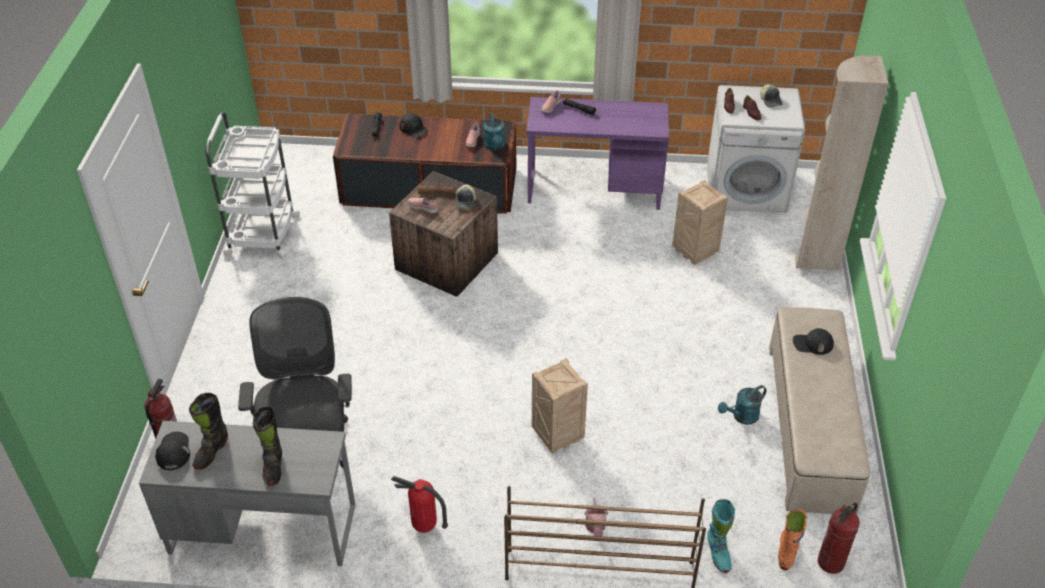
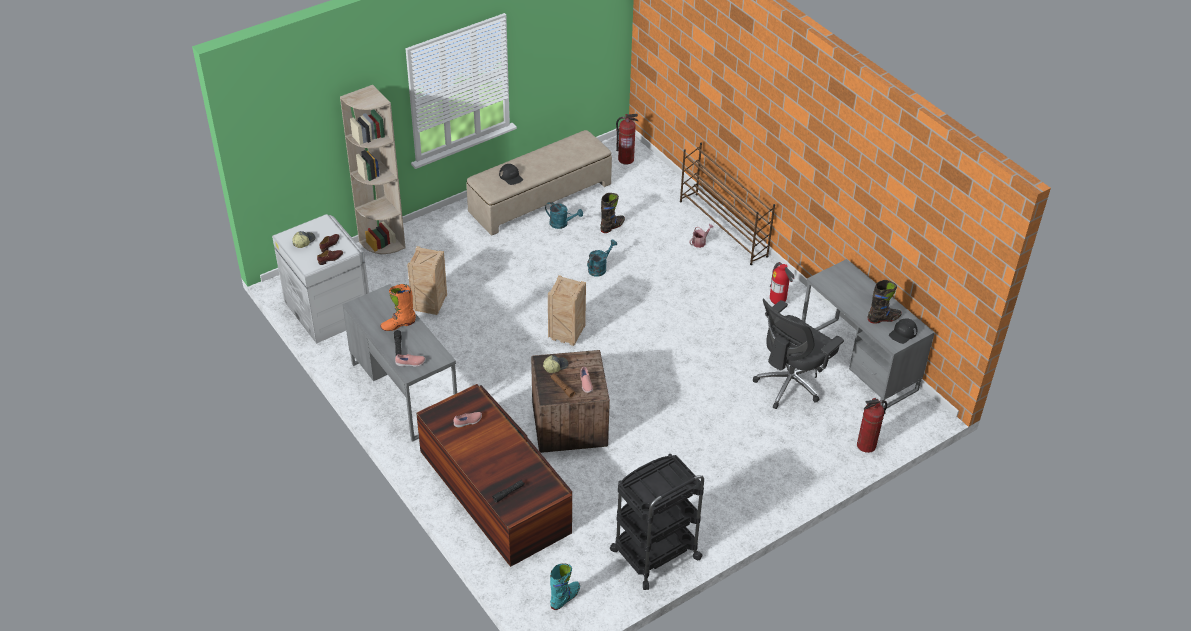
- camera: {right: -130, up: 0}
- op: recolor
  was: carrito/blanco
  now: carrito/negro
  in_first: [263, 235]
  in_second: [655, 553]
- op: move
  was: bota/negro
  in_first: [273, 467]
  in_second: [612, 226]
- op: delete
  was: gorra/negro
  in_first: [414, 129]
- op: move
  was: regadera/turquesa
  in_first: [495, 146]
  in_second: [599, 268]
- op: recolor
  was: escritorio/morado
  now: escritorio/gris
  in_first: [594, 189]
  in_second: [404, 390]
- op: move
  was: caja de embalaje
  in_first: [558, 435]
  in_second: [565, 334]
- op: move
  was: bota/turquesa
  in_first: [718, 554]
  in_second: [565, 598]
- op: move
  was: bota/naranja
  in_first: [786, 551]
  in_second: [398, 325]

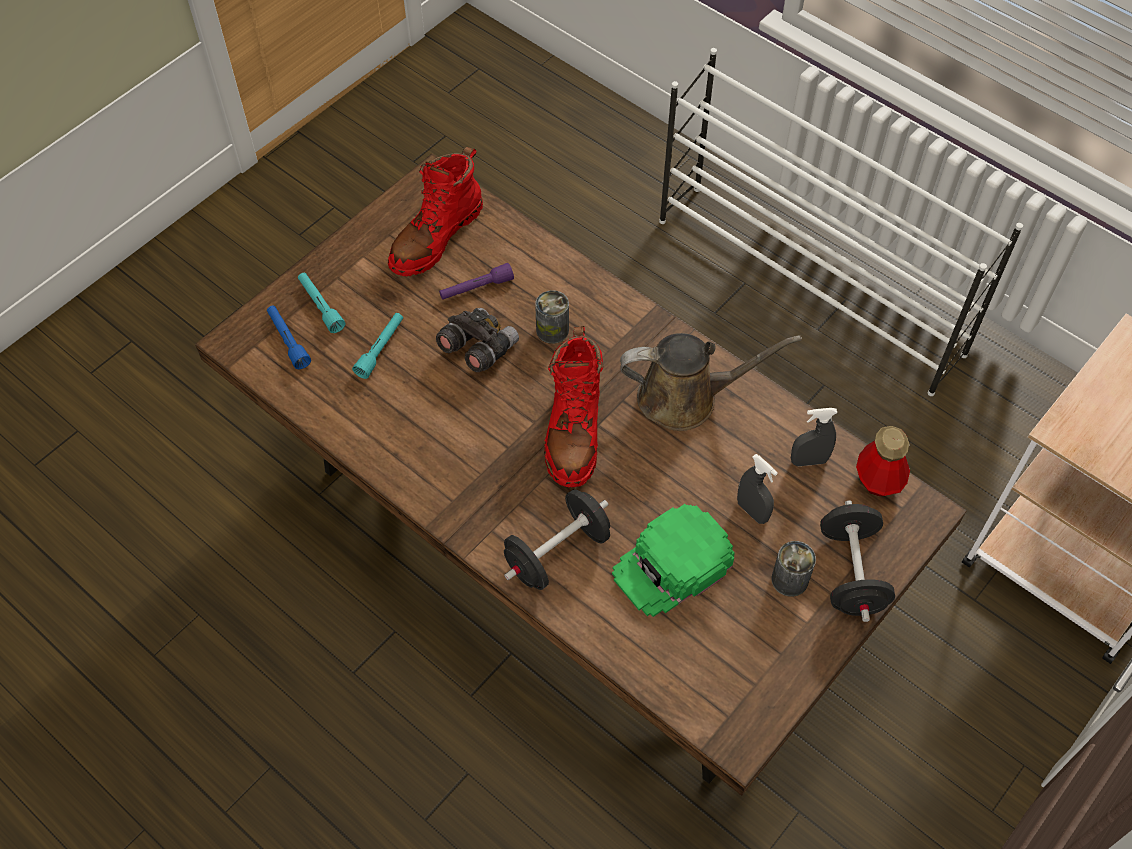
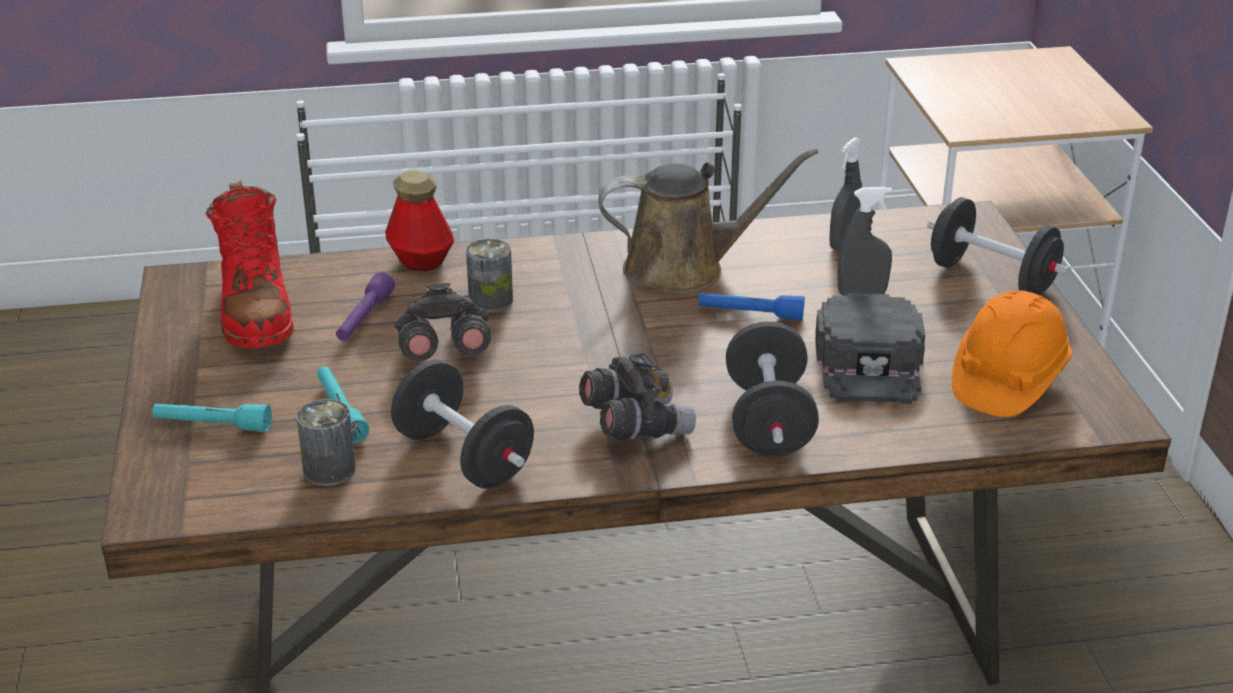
- camera: {right: -50, up: -25}
- op: move
  was: linterna/azul
  in_first: [288, 341]
  in_second: [750, 314]
- op: delete
  was: bota/rojo
  in_first: [574, 430]
- op: recolor
  was: gorra/verde
  now: gorra/negro
  in_first: [672, 566]
  in_second: [870, 363]
- op: rotate
  was: regadera/marrón
  in_first: [685, 398]
  in_second: [684, 269]
  clockwise: 45
- op: move
  was: lata
  in_first: [789, 579]
  in_second: [329, 470]
- op: move
  was: botella
  in_first: [878, 480]
  in_second: [421, 260]
- op: insert
  now: mancuerna/negro
  in_second: [463, 457]
- op: insert
  now: prismáticos/gris
  in_second: [635, 425]
- op: insert
  now: casco/naranja
  in_second: [1007, 380]

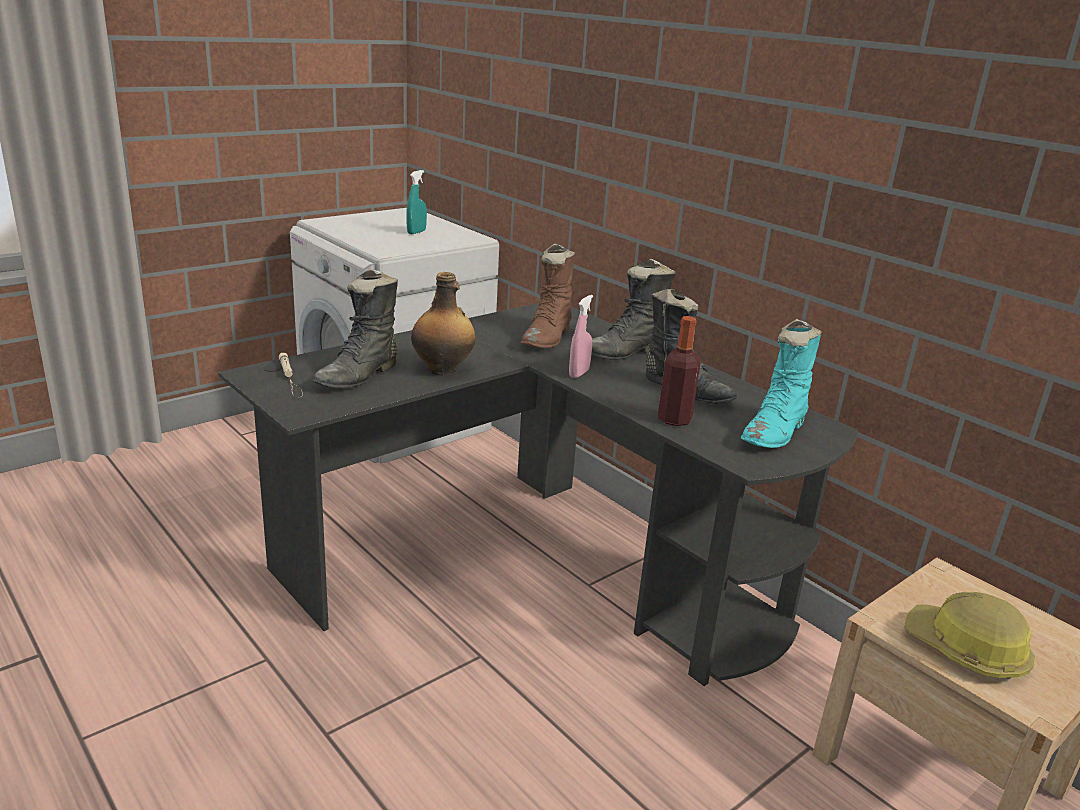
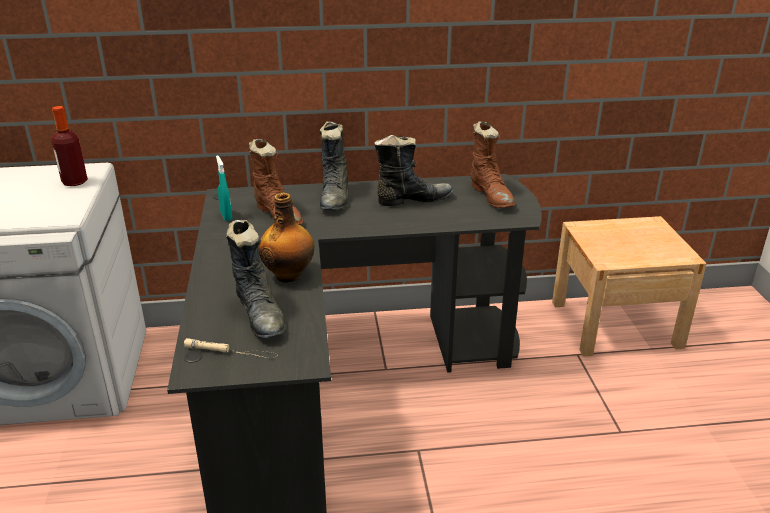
- camera: {right: -55, up: 5}
- op: move
  was: pulverizador/turquesa
  in_first: [416, 232]
  in_second: [226, 216]
- op: delete
  was: pulverizador/rosa
  in_first: [579, 373]
- op: move
  was: botella
  in_first: [674, 419]
  in_second: [74, 182]
- op: recolor
  was: bota/turquesa
  now: bota/marrón
  in_first: [775, 432]
  in_second: [491, 196]
- op: delete
  was: casco
  in_first: [966, 650]

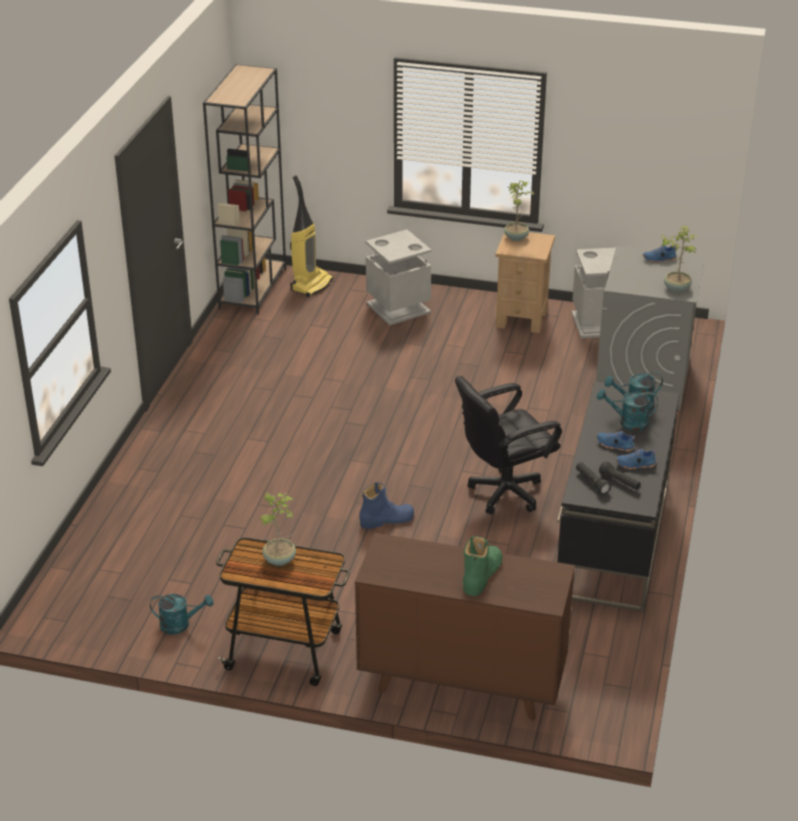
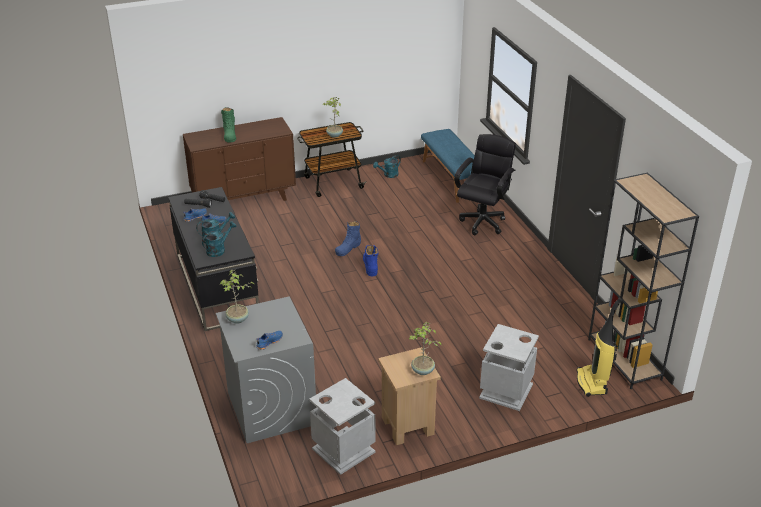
- camera: {right: 145, up: 0}
- op: move
  was: silla de oficina/negro
  in_first: [502, 495]
  in_second: [483, 221]
- op: insert
  now: bota/azul
  in_second: [370, 266]
- op: insert
  now: banco/azul
  in_second: [452, 178]

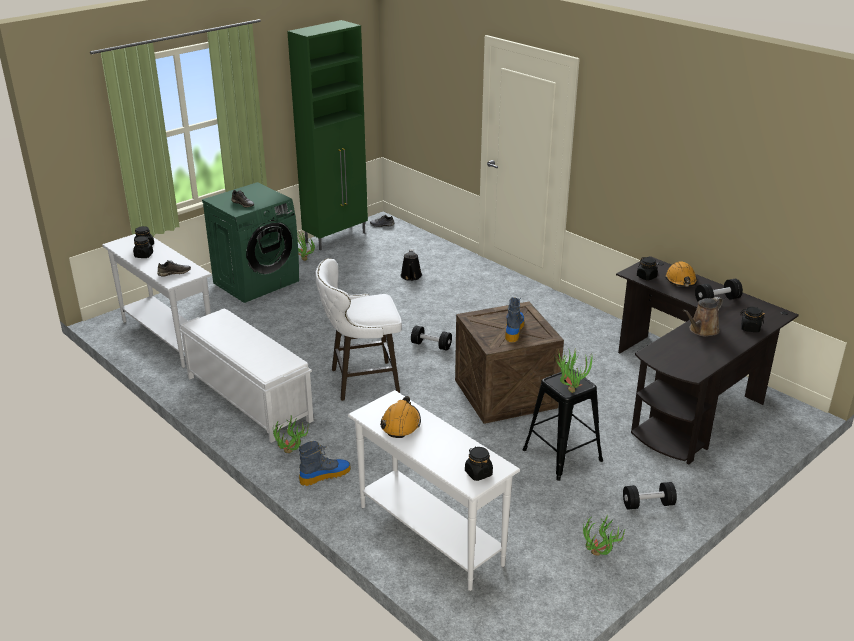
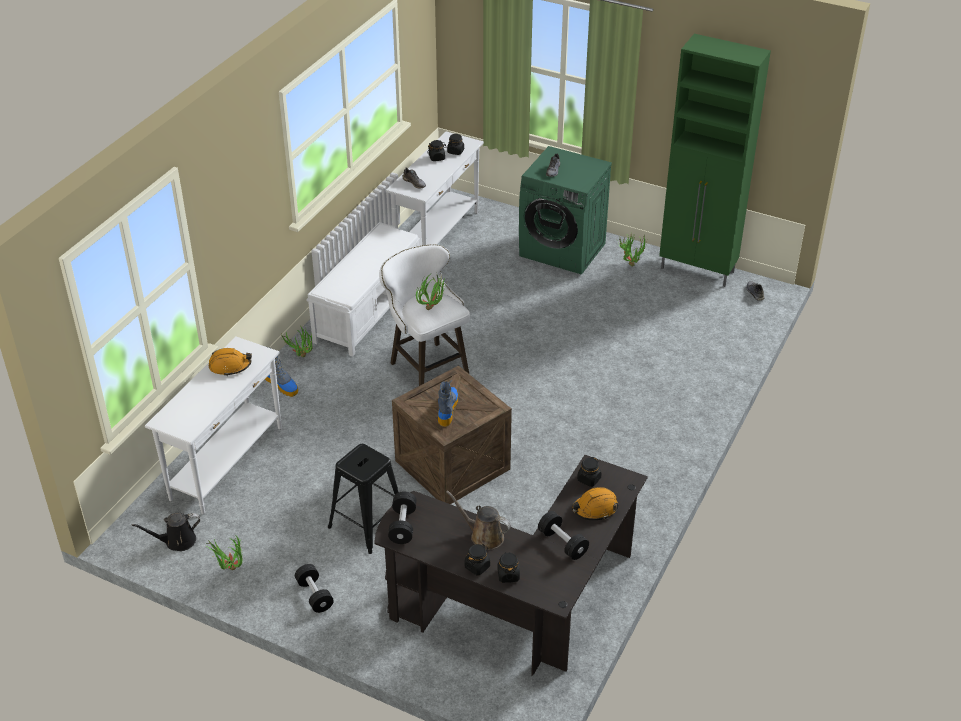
- camera: {right: 70, up: 10}
- op: move
  was: regadera/negro
  in_first: [411, 276]
  in_second: [177, 541]
- op: move
  was: mancuerna/negro
  in_first: [431, 345]
  in_second: [403, 525]
- op: move
  was: tarro/negro
  in_first: [478, 473]
  in_second: [477, 566]
- op: rotate
  was: bota
  in_first: [514, 330]
  in_second: [447, 409]
  clockwise: -75
- op: move
  was: planta en maceta
  in_first: [571, 388]
  in_second: [433, 308]

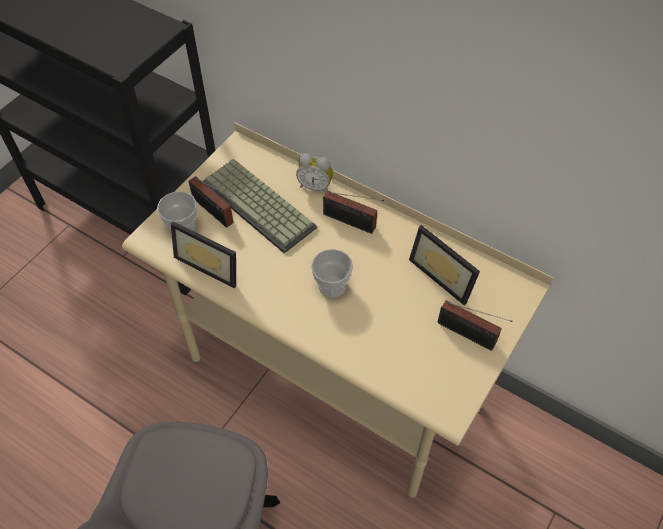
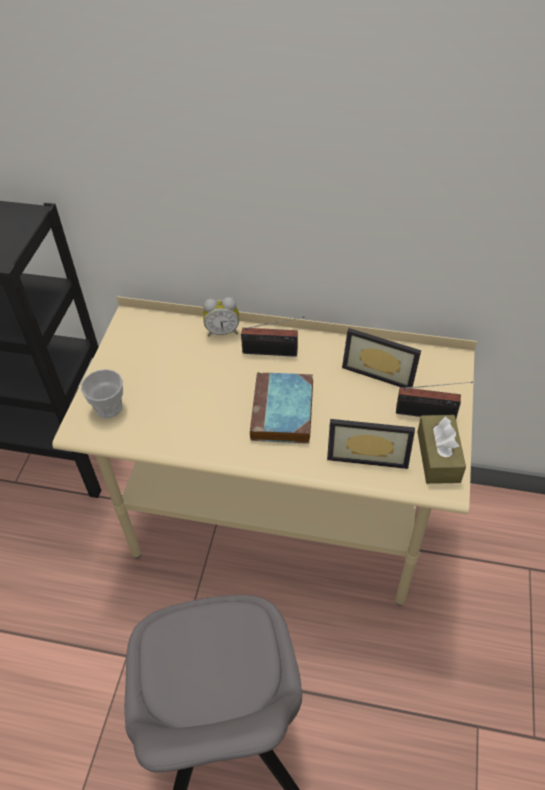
- camera: {right: -20, up: -5}
- op: move
  was: portarretratos
  in_first: [211, 263]
  in_second: [368, 452]
- op: delete
  was: radio
  in_first: [214, 212]
- op: delete
  was: teclado
  in_first: [260, 205]
- op: replace
  was: taza
  now: libro
  in_first: [332, 286]
  in_second: [283, 413]
- op: insert
  now: caja de pañuelos/marrón
  in_second: [438, 456]

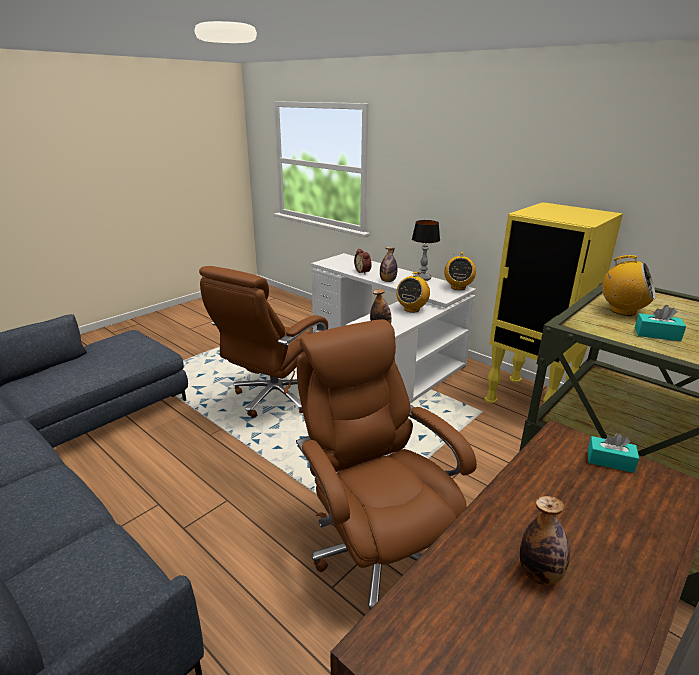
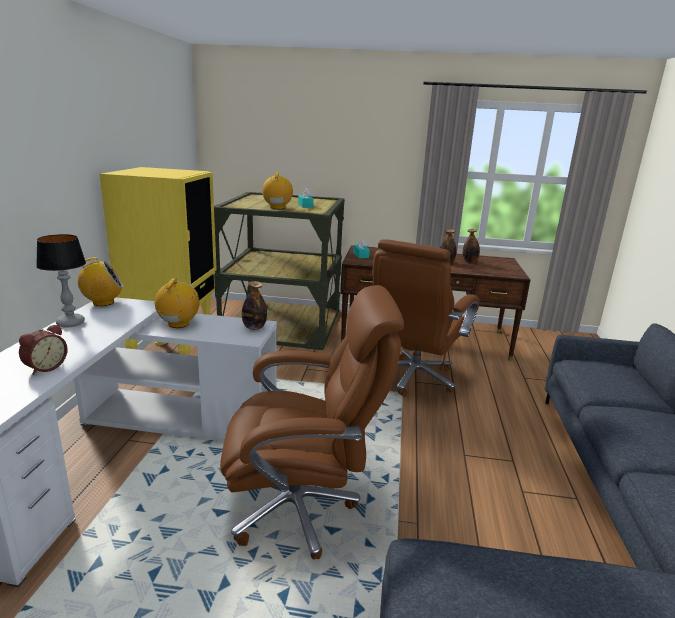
- camera: {right: -125, up: -5}
- op: move
  was: botella
  in_first: [387, 281]
  in_second: [469, 261]
- op: rotate
  was: radio
  in_first: [411, 309]
  in_second: [178, 324]
  clockwise: -75

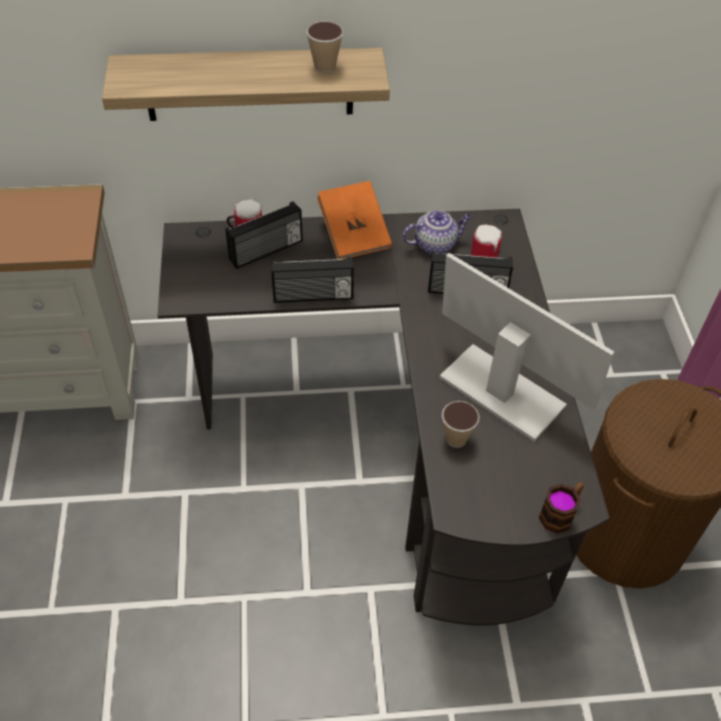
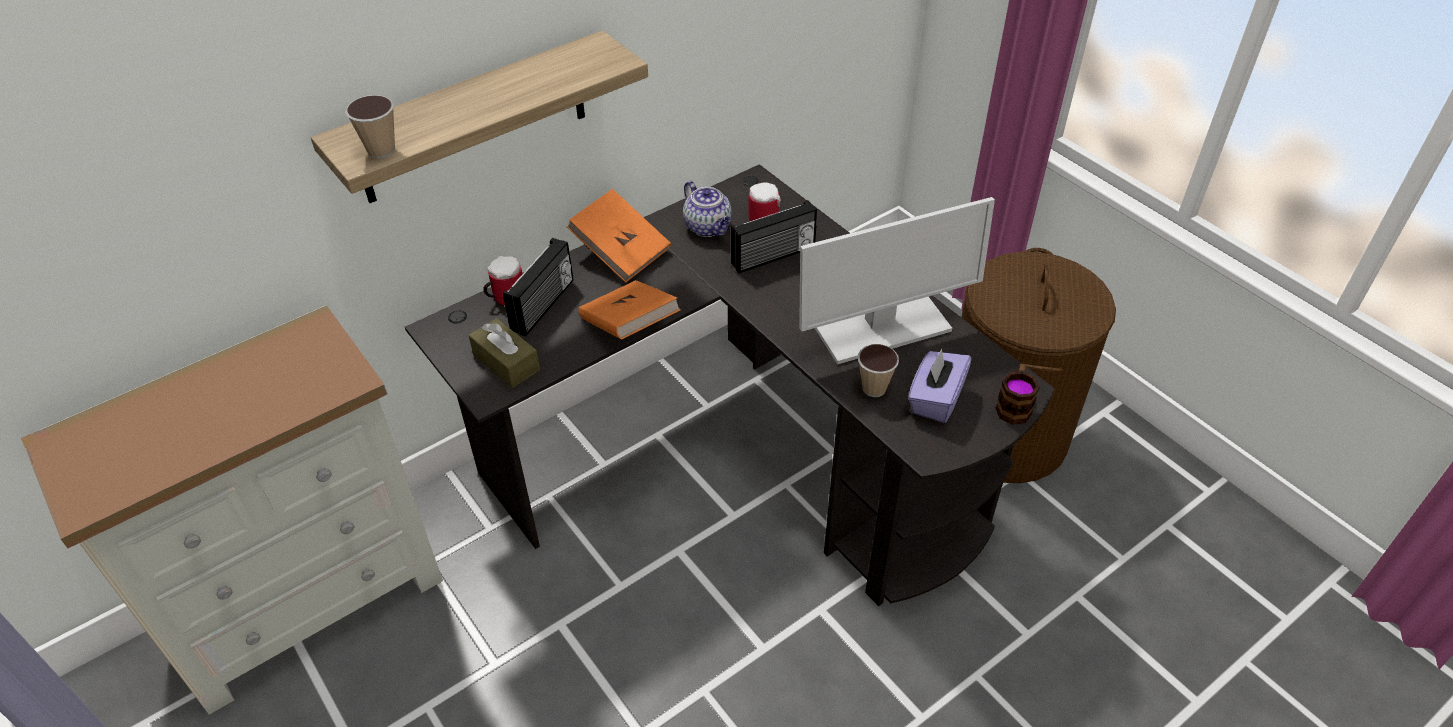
- camera: {right: -30, up: -5}
- op: replace
  was: radio
  now: libro/naranja
  in_first: [313, 296]
  in_second: [629, 326]
- op: move
  was: taza
  in_first: [325, 66]
  in_second: [381, 150]
- op: rotate
  was: tetera
  in_first: [435, 244]
  in_second: [708, 227]
  clockwise: 105
- op: rotate
  was: monitor
  in_first: [503, 392]
  in_second: [880, 328]
  clockwise: 150
- op: insert
  now: caja de pañuelos/marrón
  in_second: [506, 362]
- op: insert
  now: caja de pañuelos/morado
  in_second: [935, 399]

